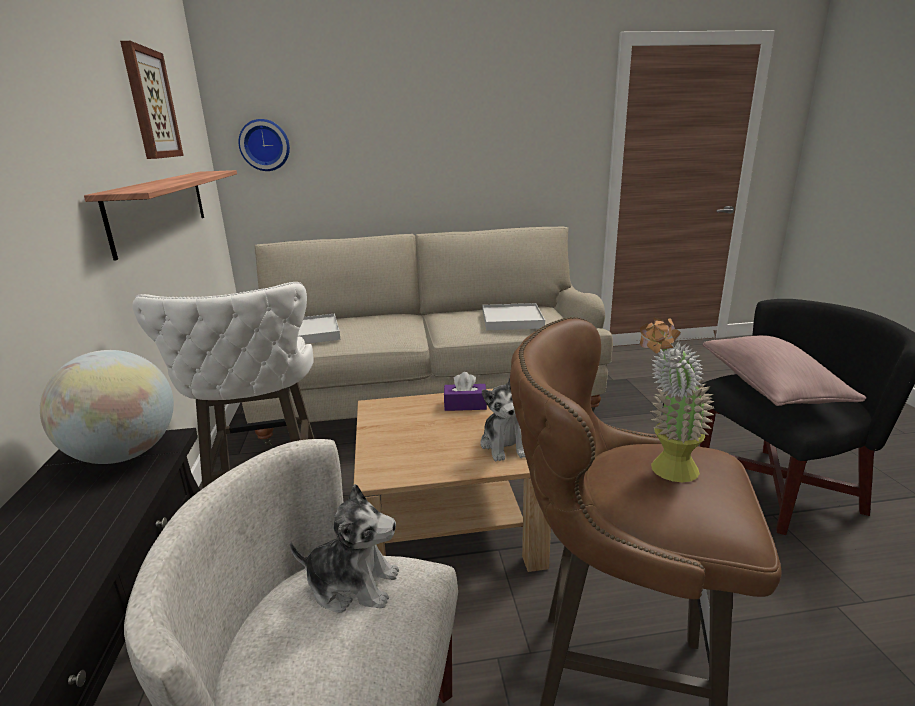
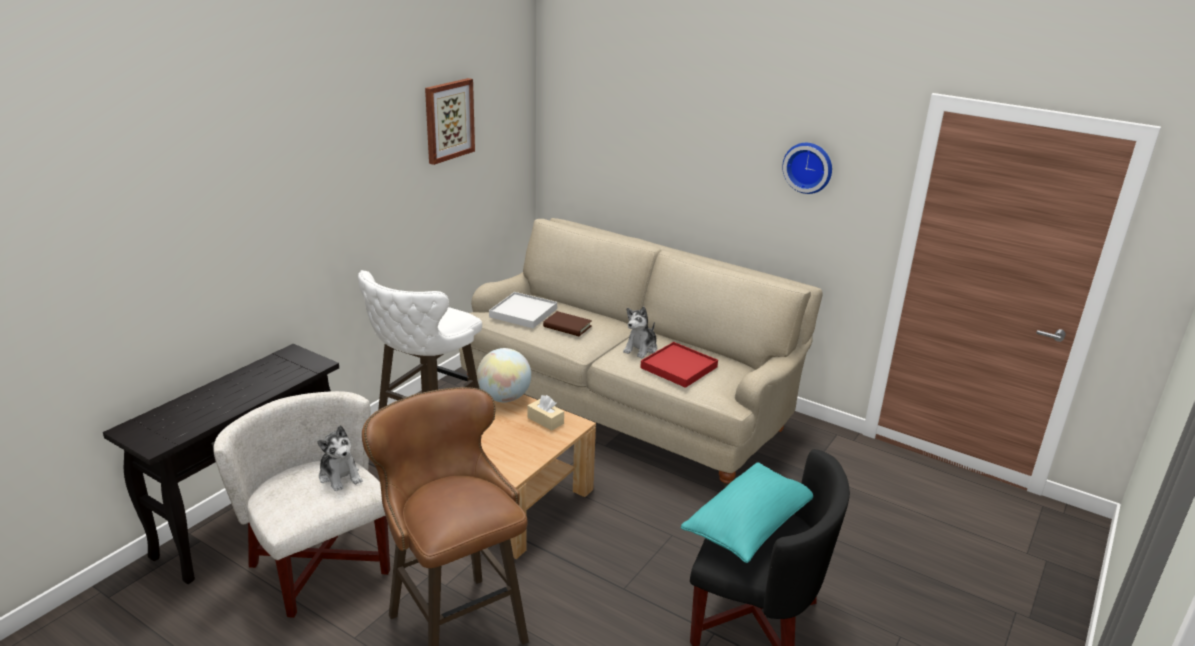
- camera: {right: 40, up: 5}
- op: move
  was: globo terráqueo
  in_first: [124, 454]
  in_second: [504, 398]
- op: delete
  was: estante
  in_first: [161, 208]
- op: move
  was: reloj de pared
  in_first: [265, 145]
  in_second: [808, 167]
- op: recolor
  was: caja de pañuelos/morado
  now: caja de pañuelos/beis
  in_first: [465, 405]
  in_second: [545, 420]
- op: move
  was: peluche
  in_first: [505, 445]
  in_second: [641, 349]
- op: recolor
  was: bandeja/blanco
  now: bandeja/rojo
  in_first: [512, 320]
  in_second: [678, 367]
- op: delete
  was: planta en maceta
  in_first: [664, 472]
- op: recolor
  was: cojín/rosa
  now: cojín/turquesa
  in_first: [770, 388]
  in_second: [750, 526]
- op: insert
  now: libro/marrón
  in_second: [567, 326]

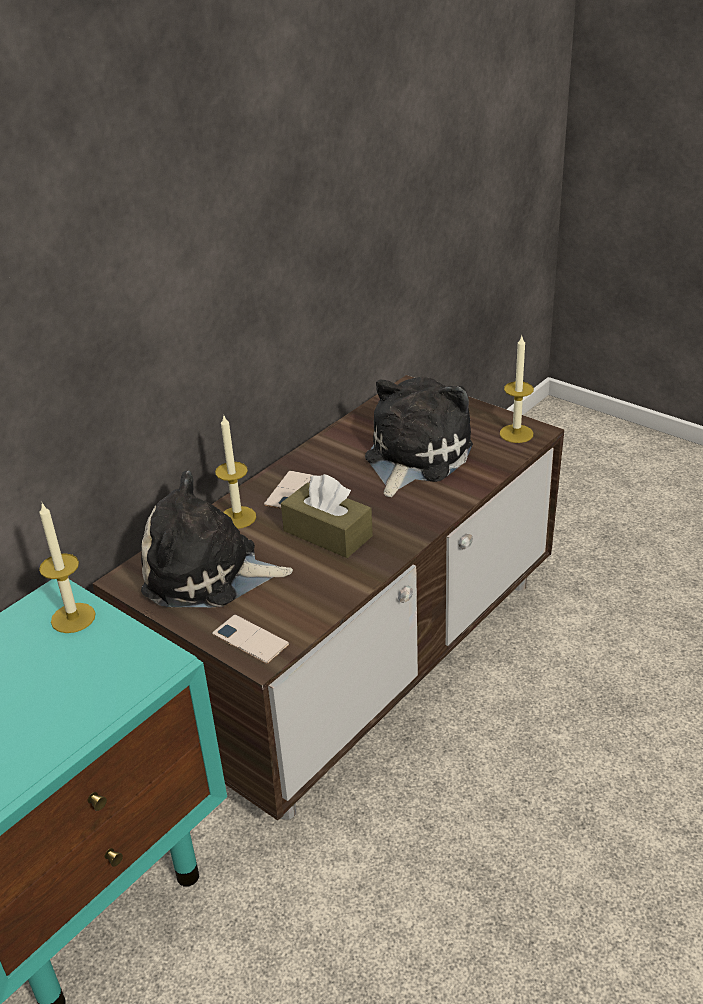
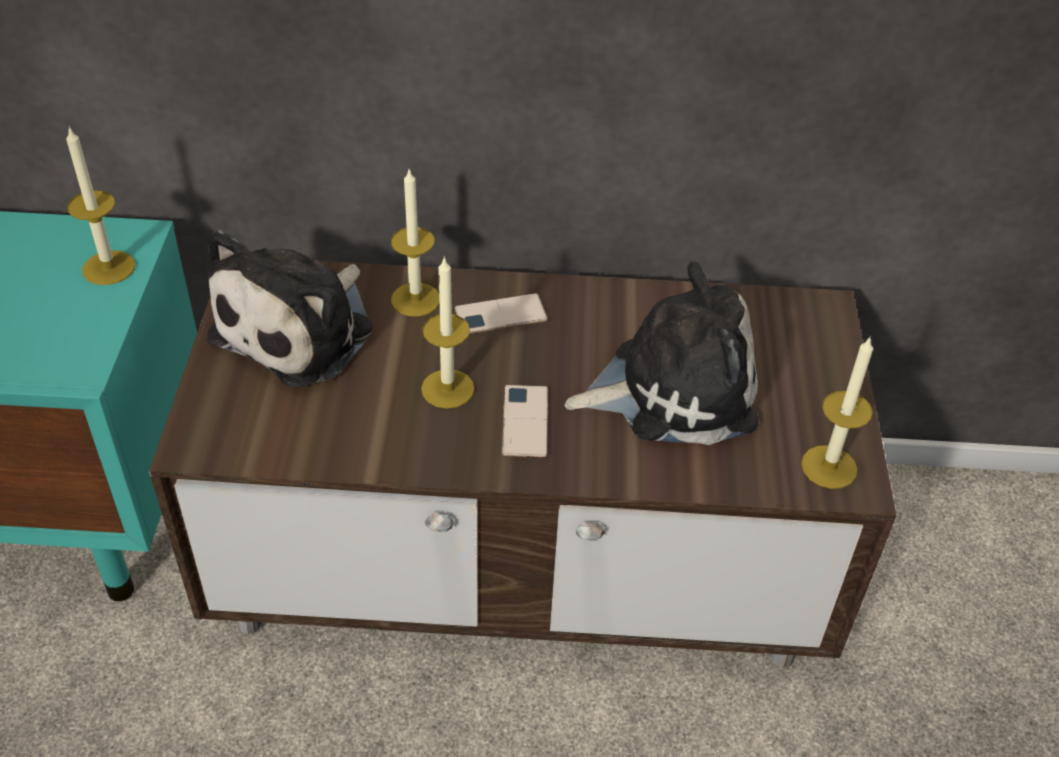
- camera: {right: 50, up: 10}
- op: rotate
  was: peluche
  in_first: [208, 573]
  in_second: [300, 330]
  clockwise: -120
- op: move
  was: móvil
  in_first: [250, 640]
  in_second: [525, 421]
- op: replace
  was: caja de pañuelos/marrón
  now: vela
  in_first: [327, 533]
  in_second: [447, 389]

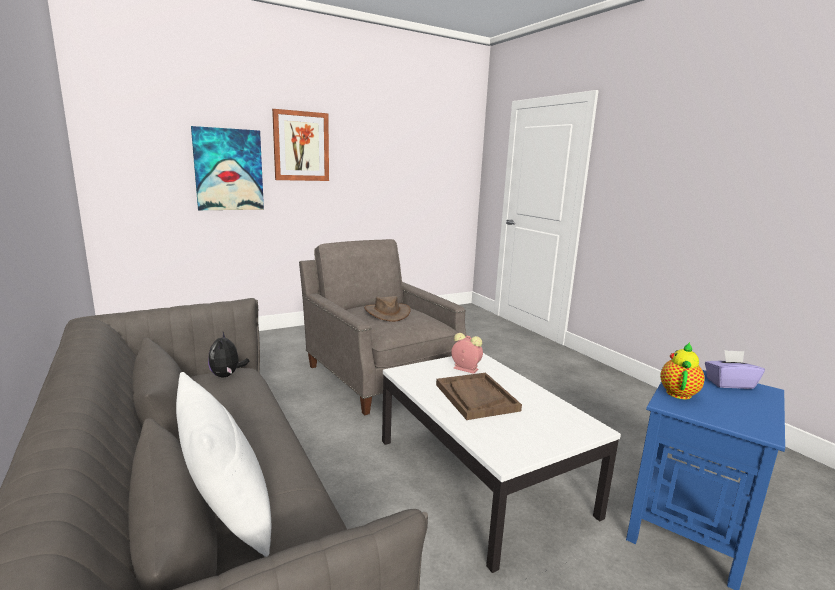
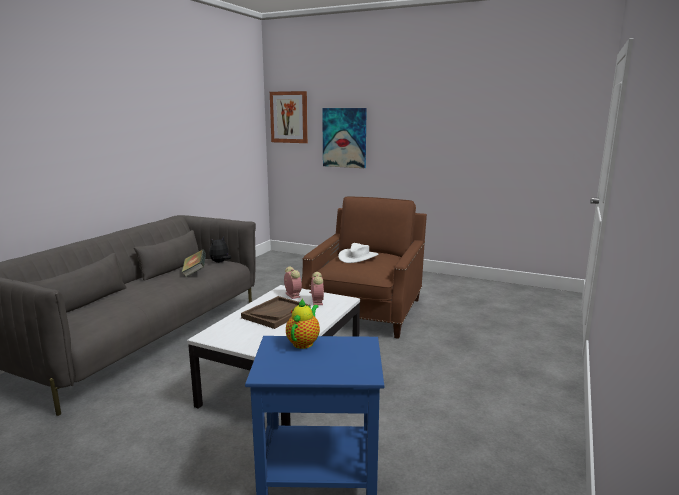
- camera: {right: 55, up: 0}
- op: delete
  was: cojín/blanco
  in_first: [227, 517]
- op: move
  was: cuadro
  in_first: [301, 146]
  in_second: [289, 117]
- op: recolor
  was: sillón/gris
  now: sillón/marrón
  in_first: [381, 373]
  in_second: [366, 310]
- op: recolor
  was: sombrero/marrón
  now: sombrero/blanco
  in_first: [387, 313]
  in_second: [358, 257]
- op: rotate
  was: tetera
  in_first: [678, 392]
  in_second: [304, 342]
  clockwise: -60
- op: delete
  was: caja de pañuelos/morado
  in_first: [729, 383]
- op: insert
  now: libro
  in_second: [194, 272]
- op: insert
  now: despertador
  in_second: [292, 295]

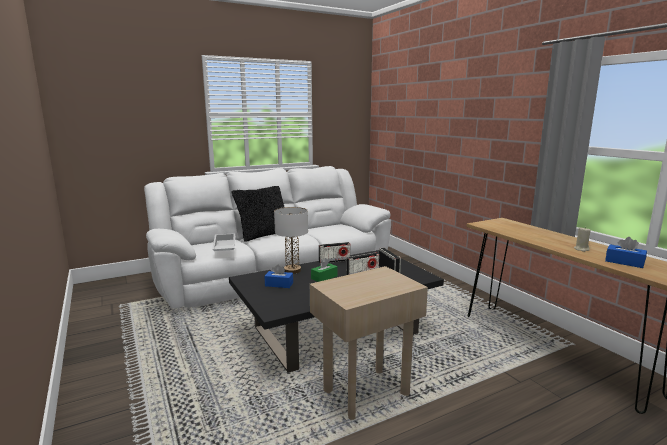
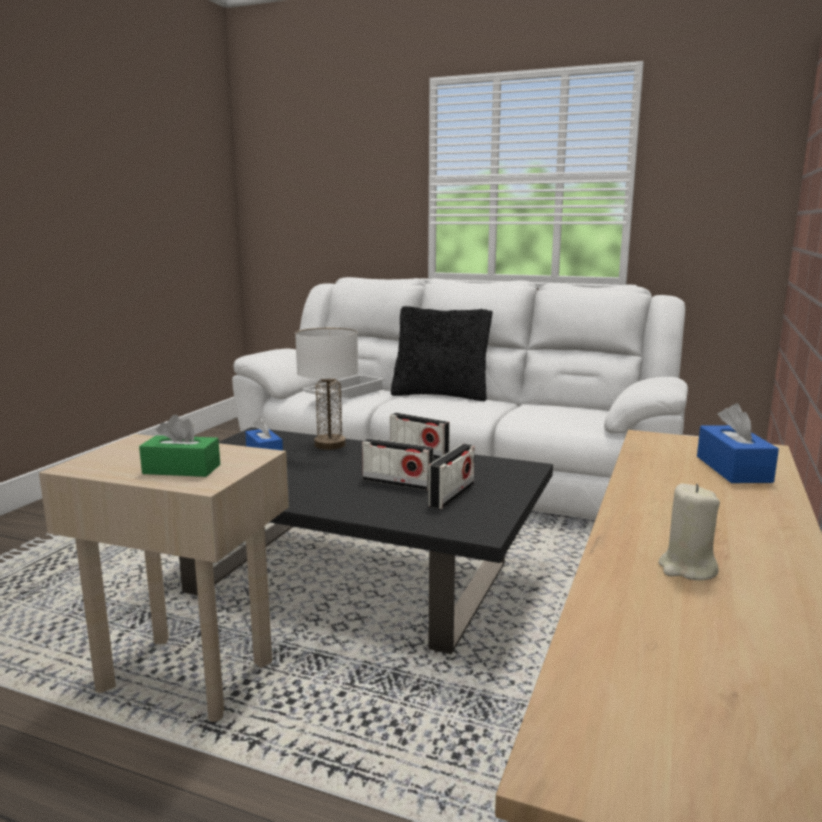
- camera: {right: 50, up: 0}
- op: move
  was: caja de pañuelos/verde
  in_first: [324, 277]
  in_second: [181, 469]
- op: move
  was: caja de pañuelos/azul
  in_first: [624, 262]
  in_second: [733, 469]

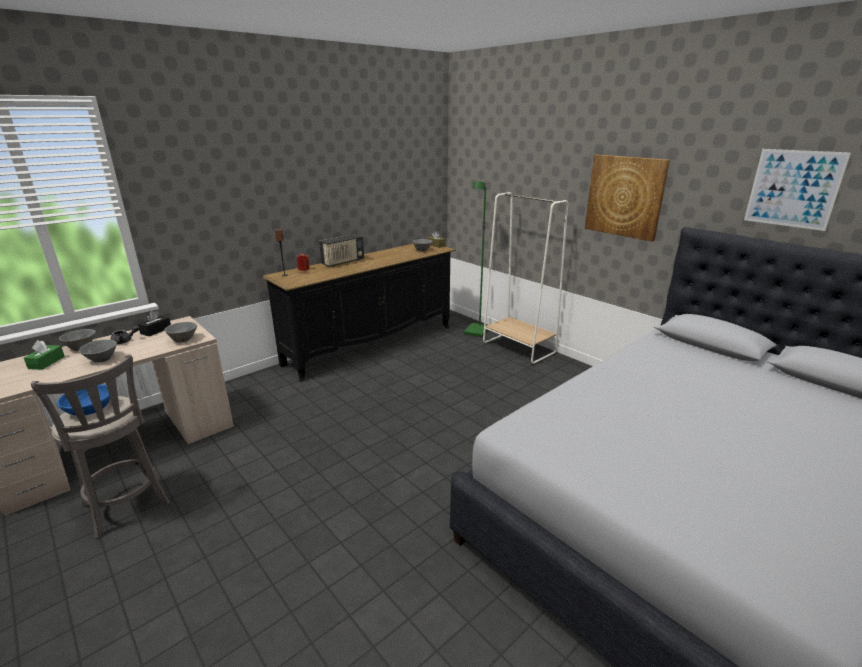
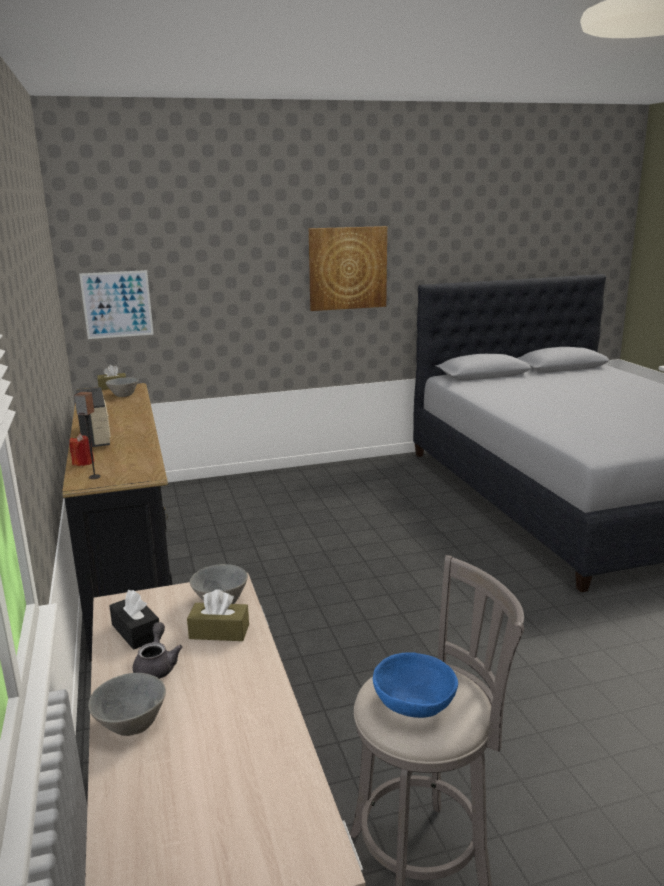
- camera: {right: -65, up: -5}
- op: delete
  was: caja de pañuelos/verde
  in_first: [46, 362]
- op: delete
  was: cuenco/gris
  in_first: [101, 360]
- op: delete
  was: lámpara de pie/verde
  in_first: [477, 331]
- op: delete
  was: perchero
  in_first: [518, 348]
- op: move
  was: cuadro
  in_first: [793, 189]
  in_second: [117, 304]
- op: insert
  now: caja de pañuelos/marrón
  in_second: [219, 632]

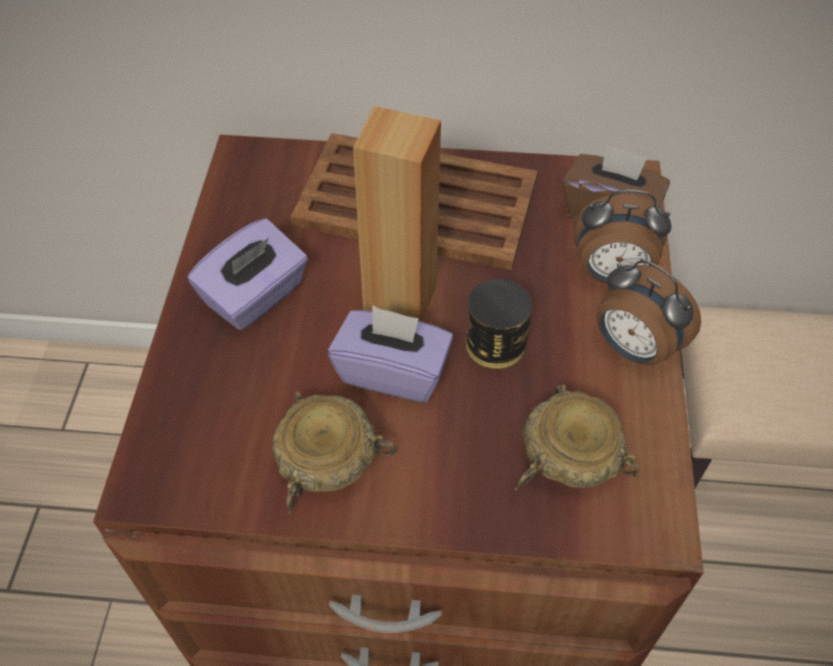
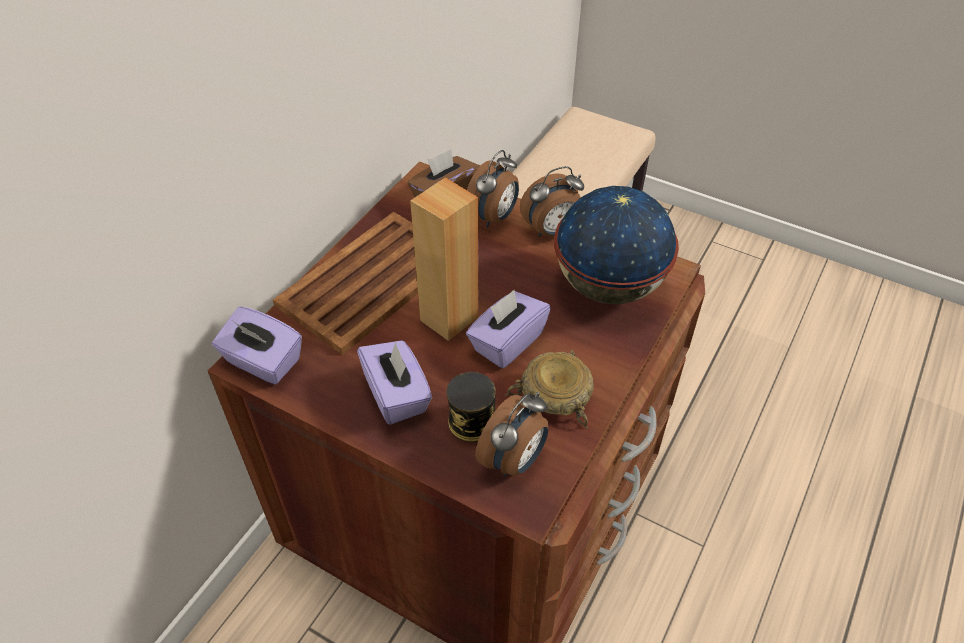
- camera: {right: -65, up: -5}
- op: move
  was: lata
  in_first: [495, 344]
  in_second: [471, 422]
- op: replace
  was: cuenco/beis
  now: globo terráqueo
  in_first: [567, 455]
  in_second: [608, 287]
- op: insert
  now: caja de pañuelos/morado
  in_second: [263, 362]
- op: insert
  now: despertador
  in_second: [514, 460]

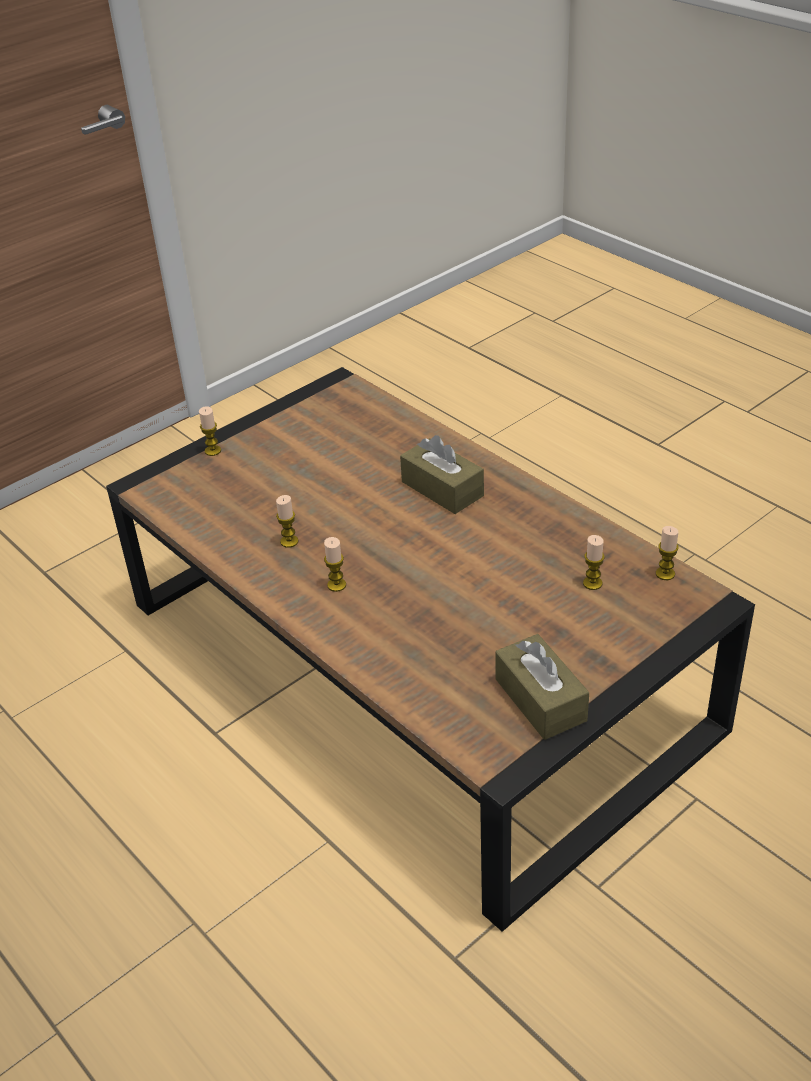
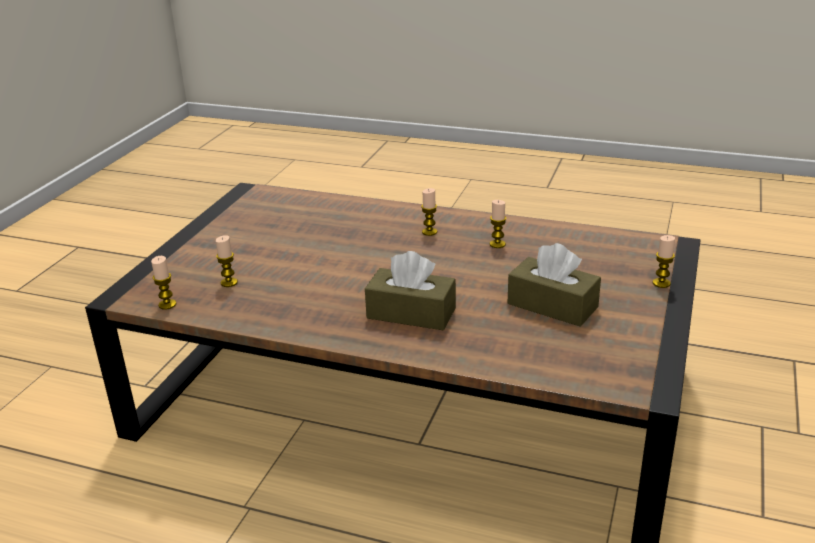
- camera: {right: 150, up: -10}
- op: move
  was: caja de pañuelos/marrón
  in_first: [540, 700]
  in_second: [552, 305]

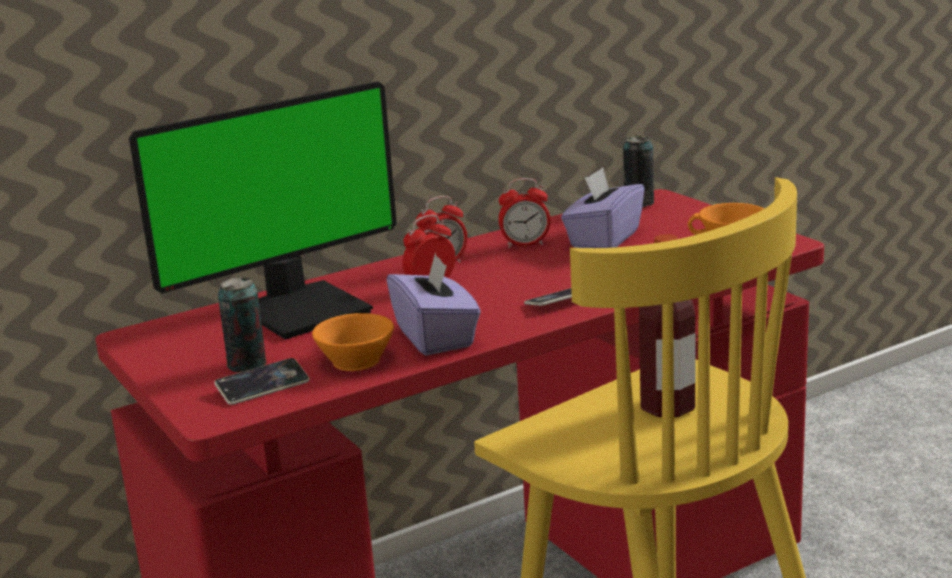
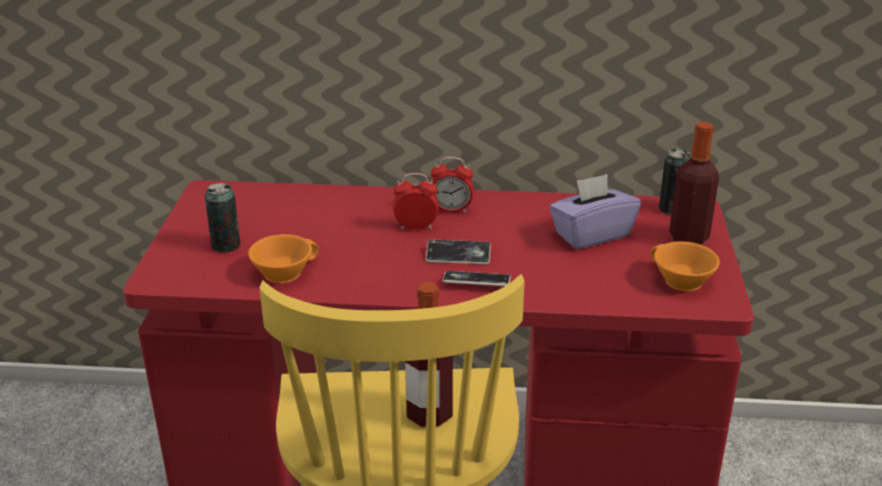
- camera: {right: 35, up: 10}
- op: delete
  was: monitor
  in_first: [303, 309]
- op: move
  was: móvil
  in_first: [263, 387]
  in_second: [458, 256]
- op: delete
  was: caja de pañuelos/morado
  in_first: [436, 337]
- op: delete
  was: despertador
  in_first: [525, 244]
- op: insert
  now: botella
  in_second: [688, 237]

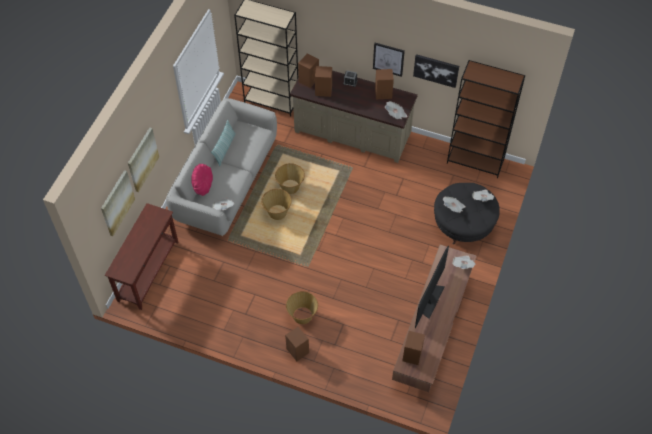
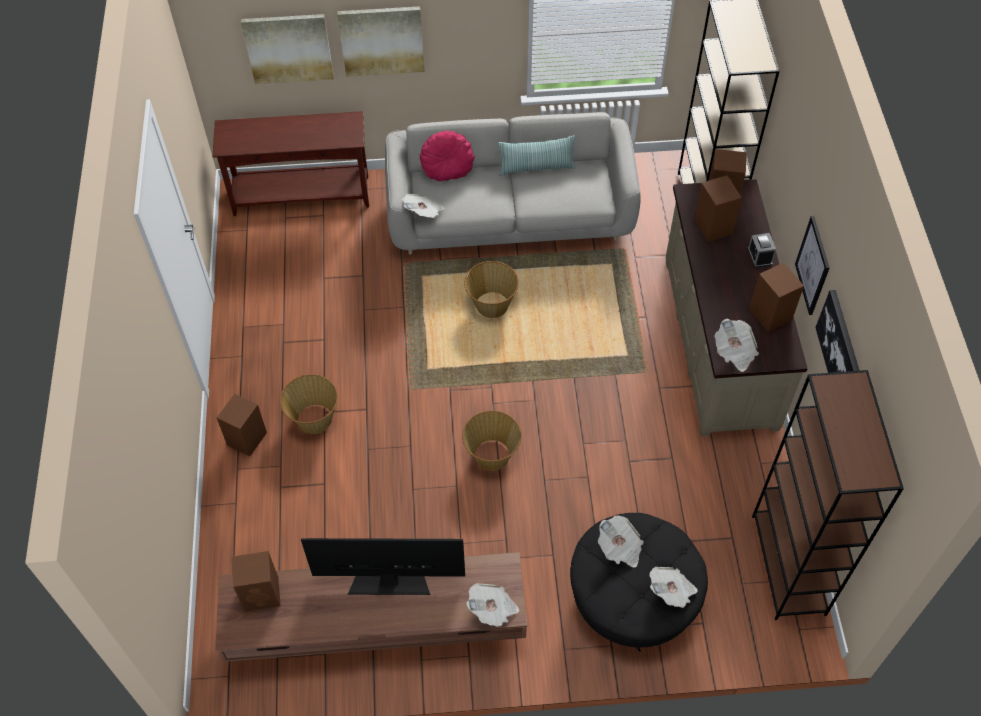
- camera: {right: 65, up: 0}
- op: move
  was: cesta
  in_first: [290, 187]
  in_second: [492, 456]

